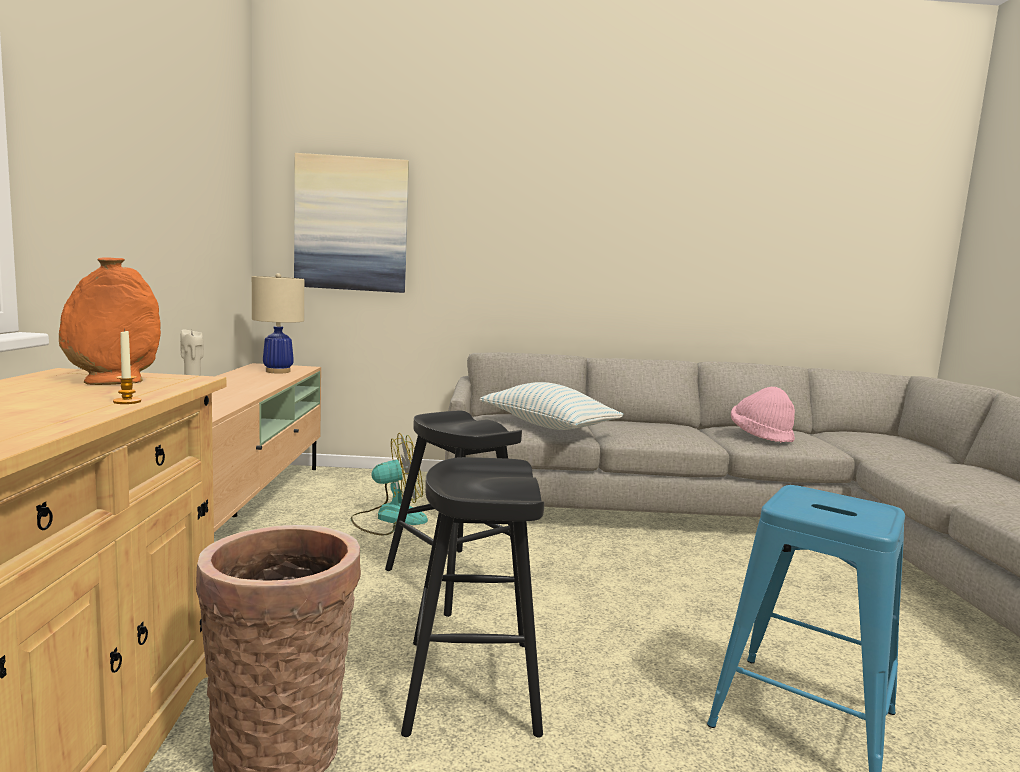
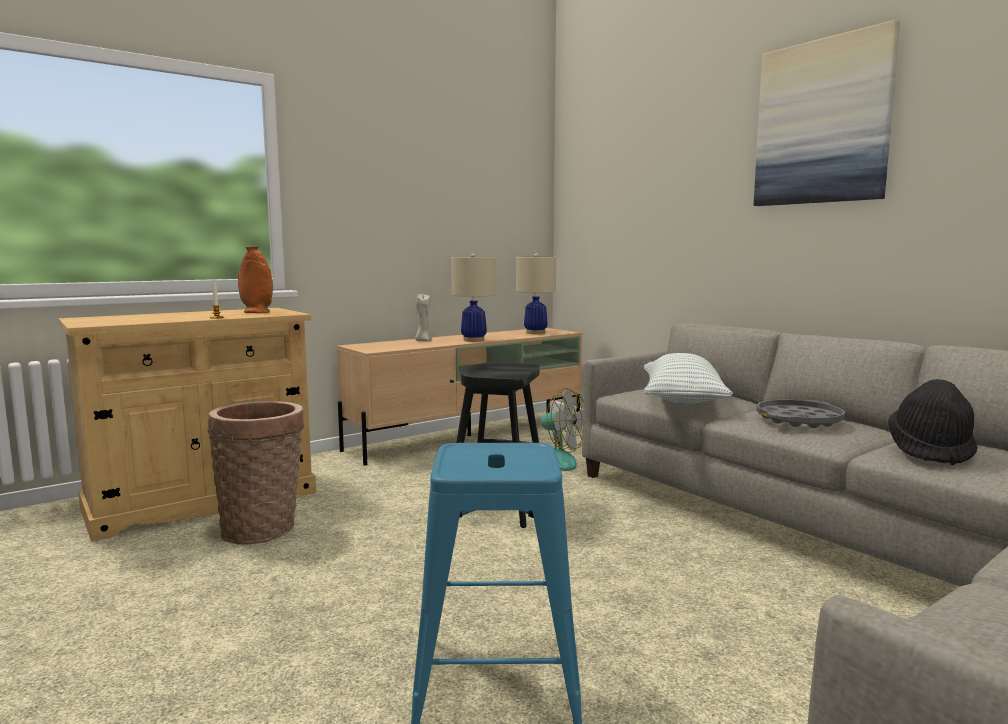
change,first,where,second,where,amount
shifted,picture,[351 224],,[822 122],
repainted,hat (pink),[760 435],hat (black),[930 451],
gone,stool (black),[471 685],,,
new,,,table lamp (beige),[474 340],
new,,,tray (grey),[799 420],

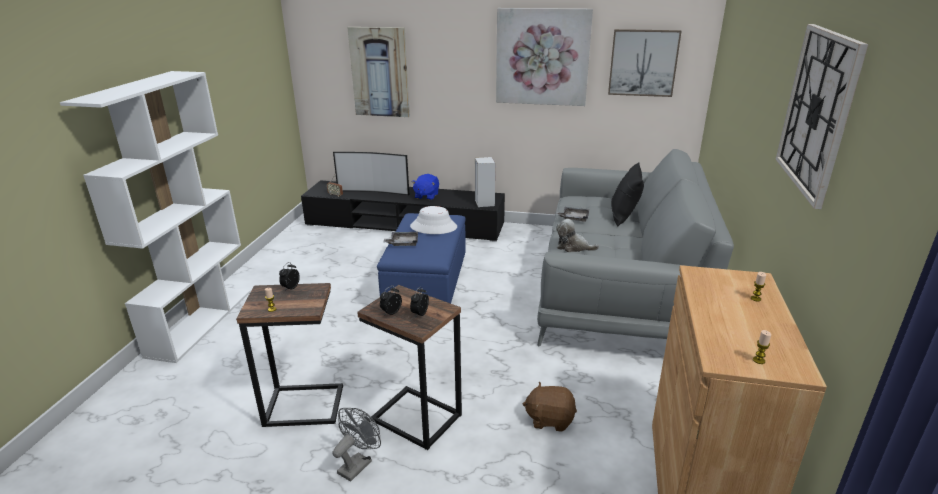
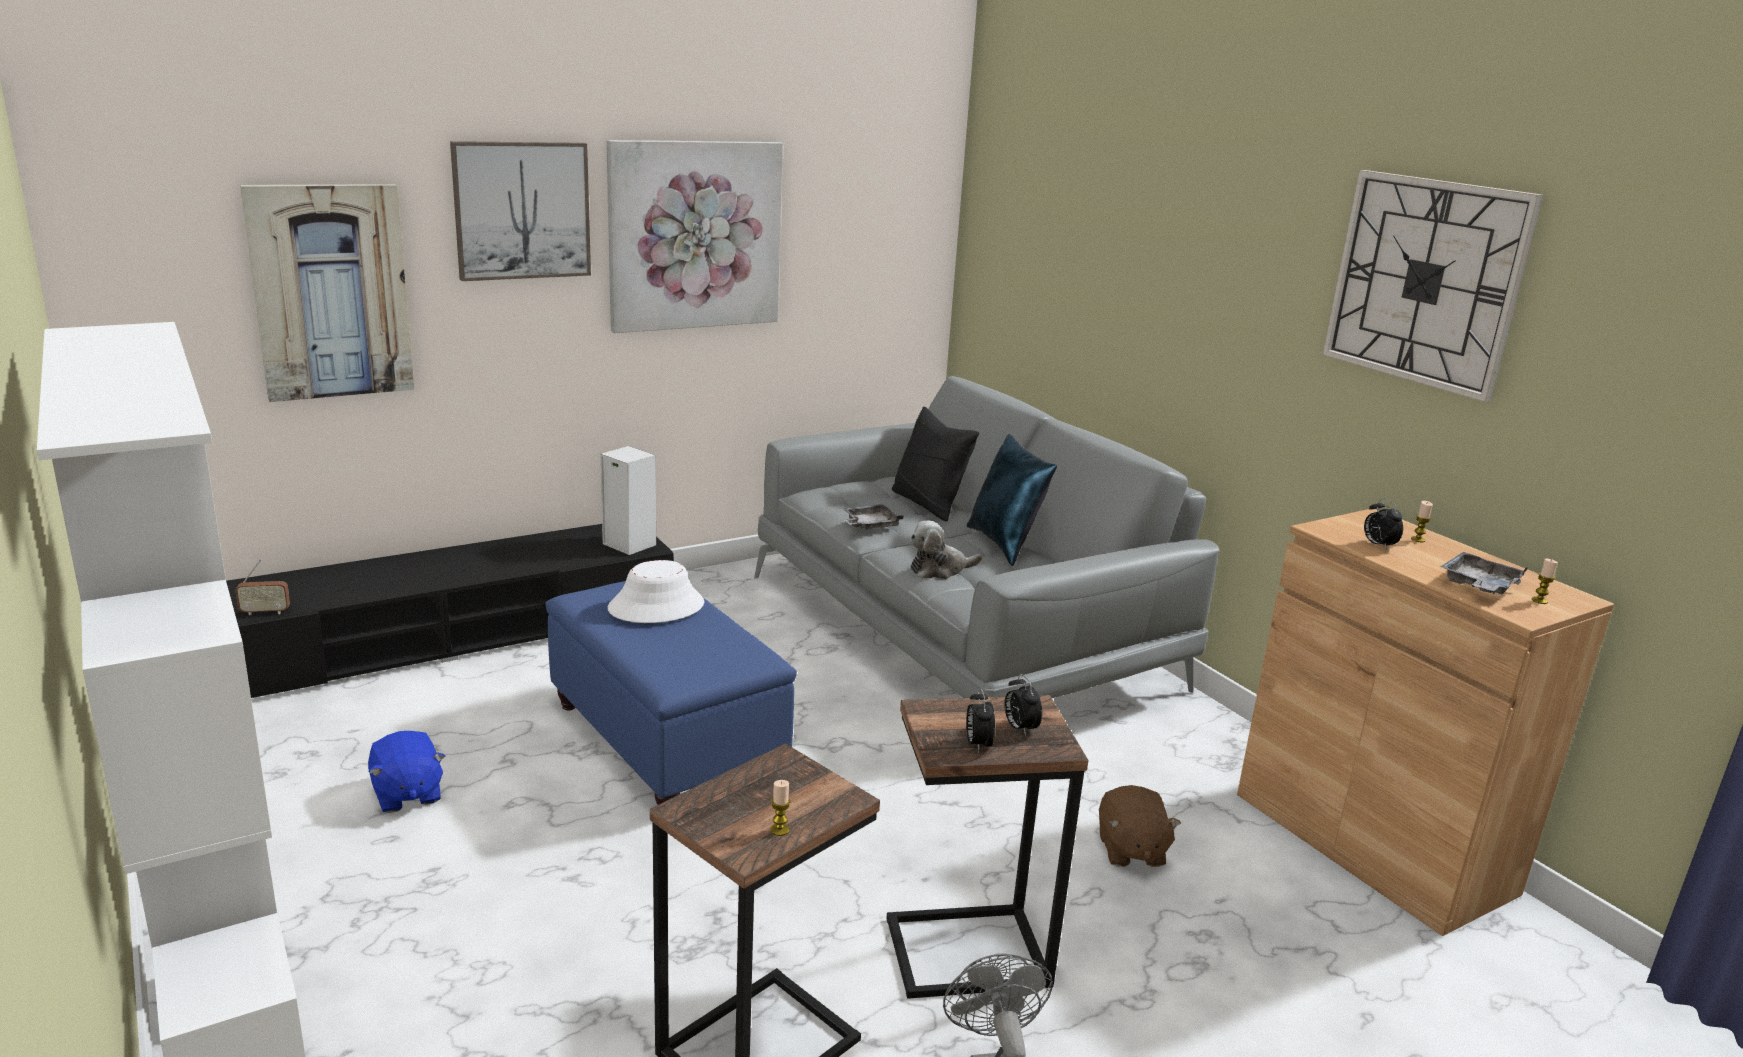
change,first,where,second,where,amount
shifted,picture,[643 63],,[522 210],
gone,television,[374 191],,,
shifted,plush toy (blue),[426 196],,[407 794],
shifted,tray (grey),[403 243],,[1479 586],
shifted,alarm clock,[290 288],,[1378 545],
rotated,plush toy (brown),[550 419],,[1130 850],60 degrees counterclockwise
new,,,pillow (blue),[1005 544],

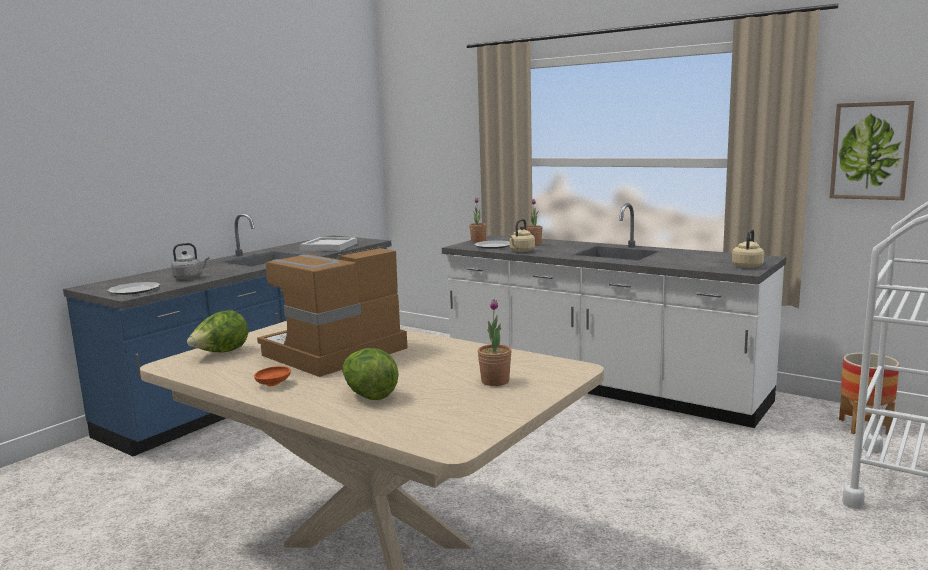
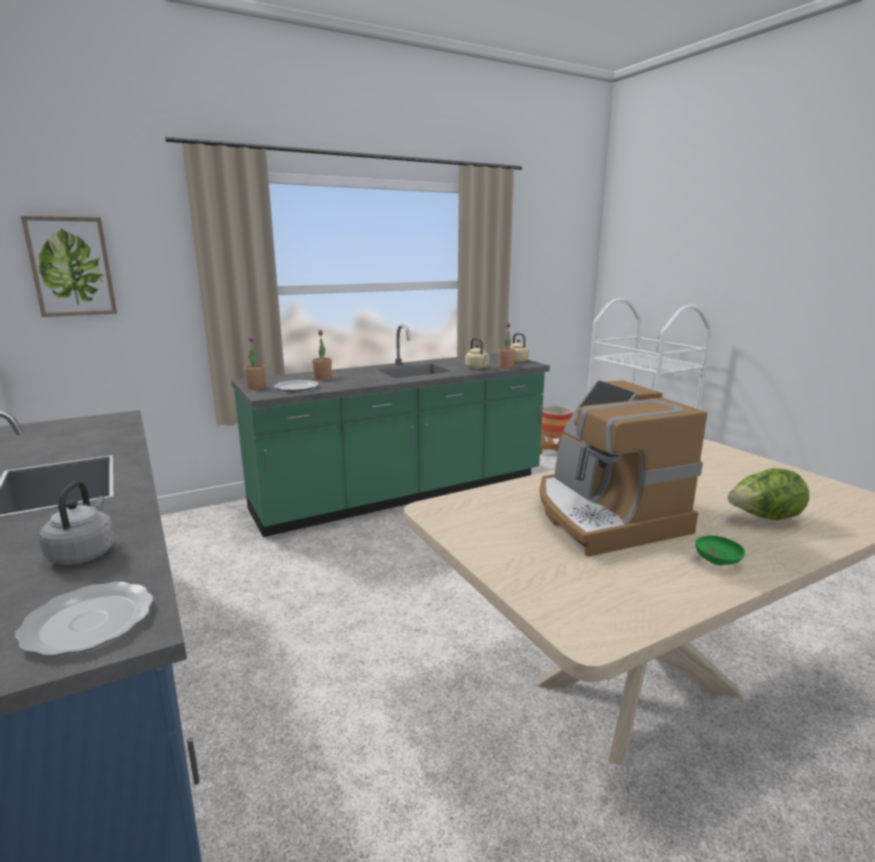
change,first,where,second,where,amount
shifted,picture,[870 151],,[71 267],
repainted,counter (white),[599 385],counter (green),[402 494],
shifted,kettle (beige),[521 251],,[477 368],
gone,tray (white),[330 246],,,
shifted,potted plant,[495 381],,[506 366],
gone,lettuce,[221 353],,,
repainted,bowl (orange),[273 384],bowl (green),[717 561],

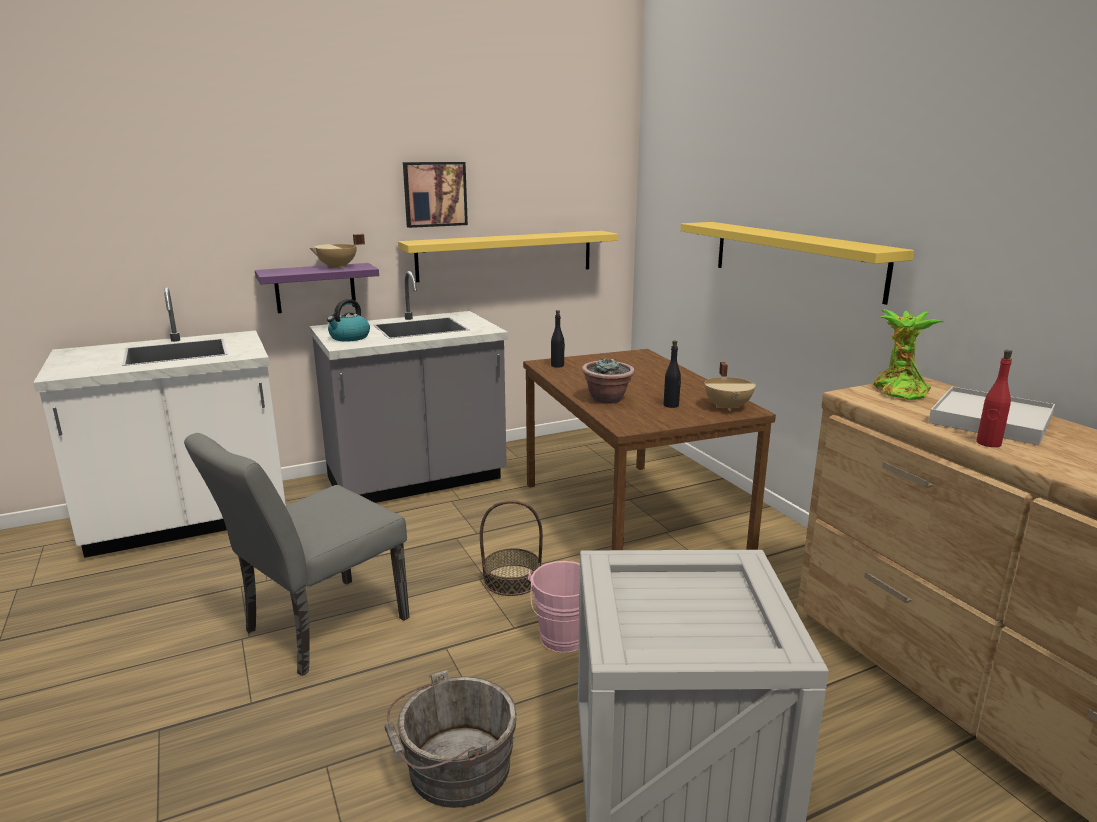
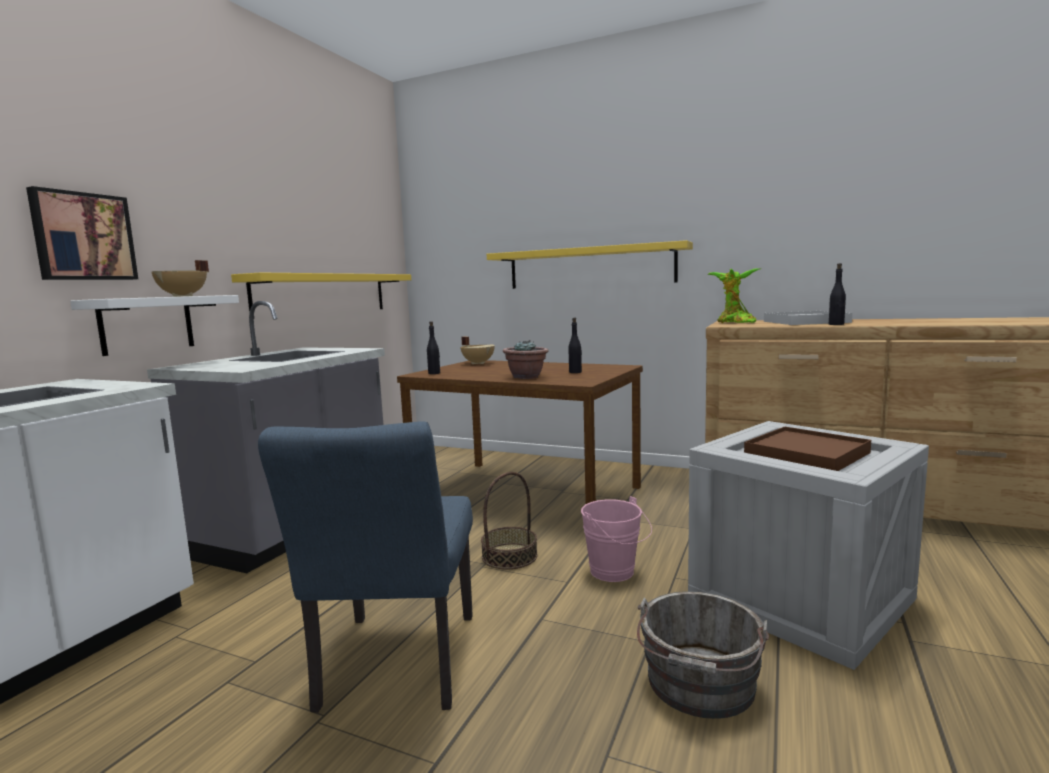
change,first,where,second,where,amount
shifted,picture,[434 194],,[83 237],
repainted,shelf (purple),[315 288],shelf (white),[147 324],
gone,kettle,[349 337],,,
repainted,bottle (red),[988 443],bottle (black),[836 324],
shifted,cooking pot (beige),[728 407],,[478 363],
repainted,chair (grey),[316 629],chair (blue),[395 669],
new,,,tray (brown),[806 454],

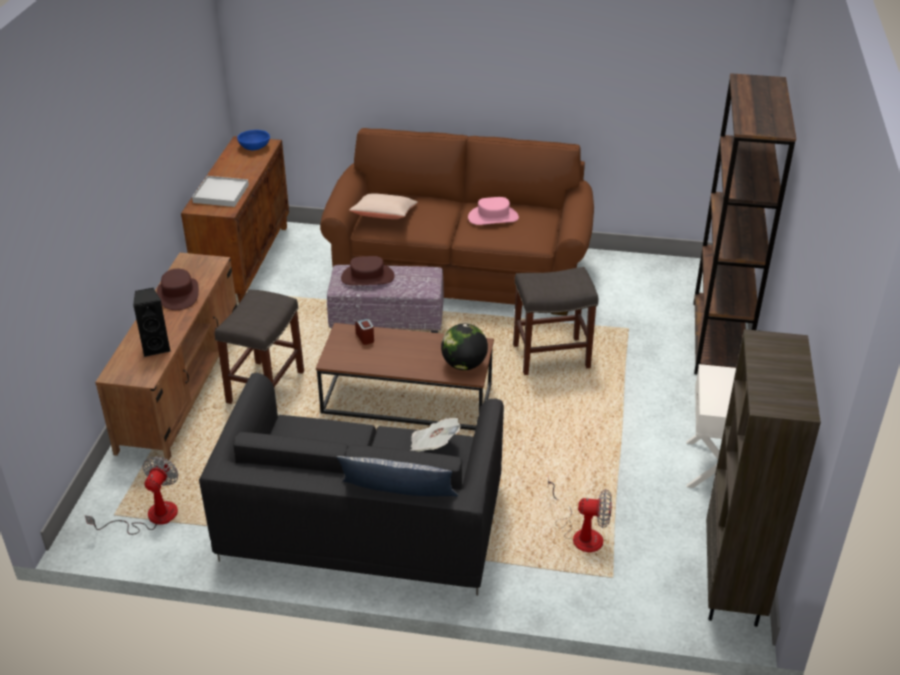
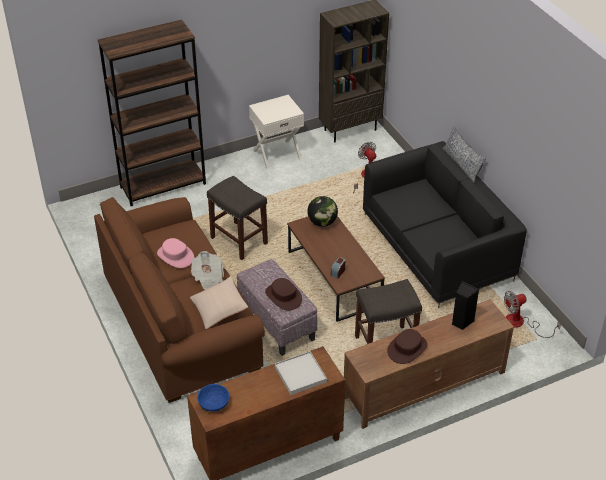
change,first,where,second,where,amount
shifted,newspaper,[433 445],,[208 277],

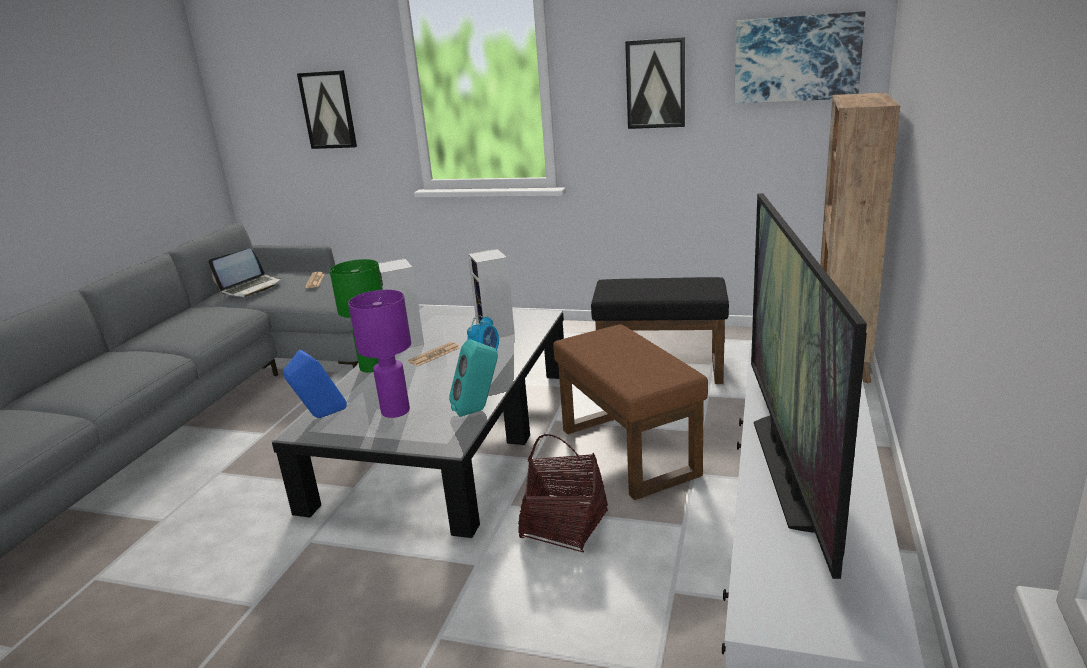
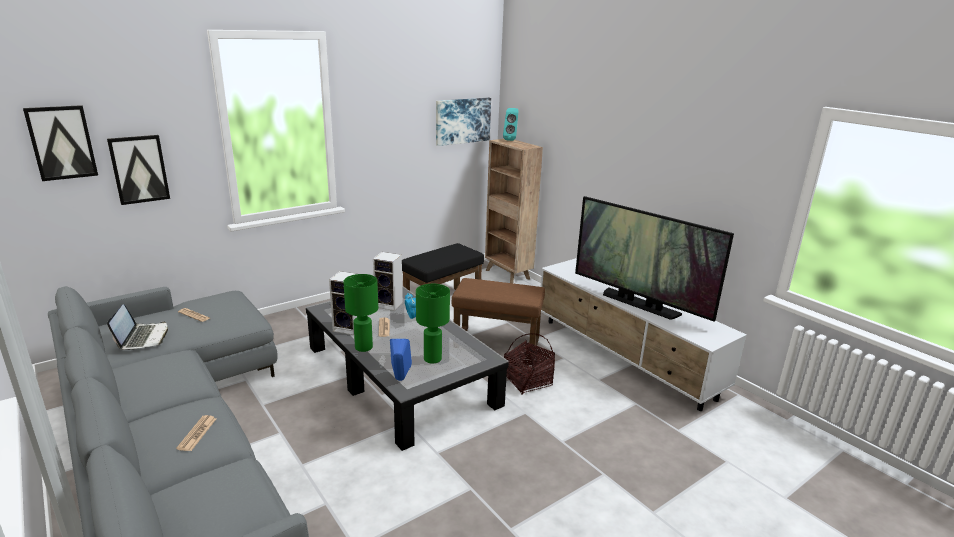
change,first,where,second,where,amount
shifted,picture,[656 84],,[62 142],
repainted,table lamp (purple),[395 411],table lamp (green),[432 359],
shifted,speaker (turquoise),[478 410],,[511 140],
new,,,newspaper,[197 433],

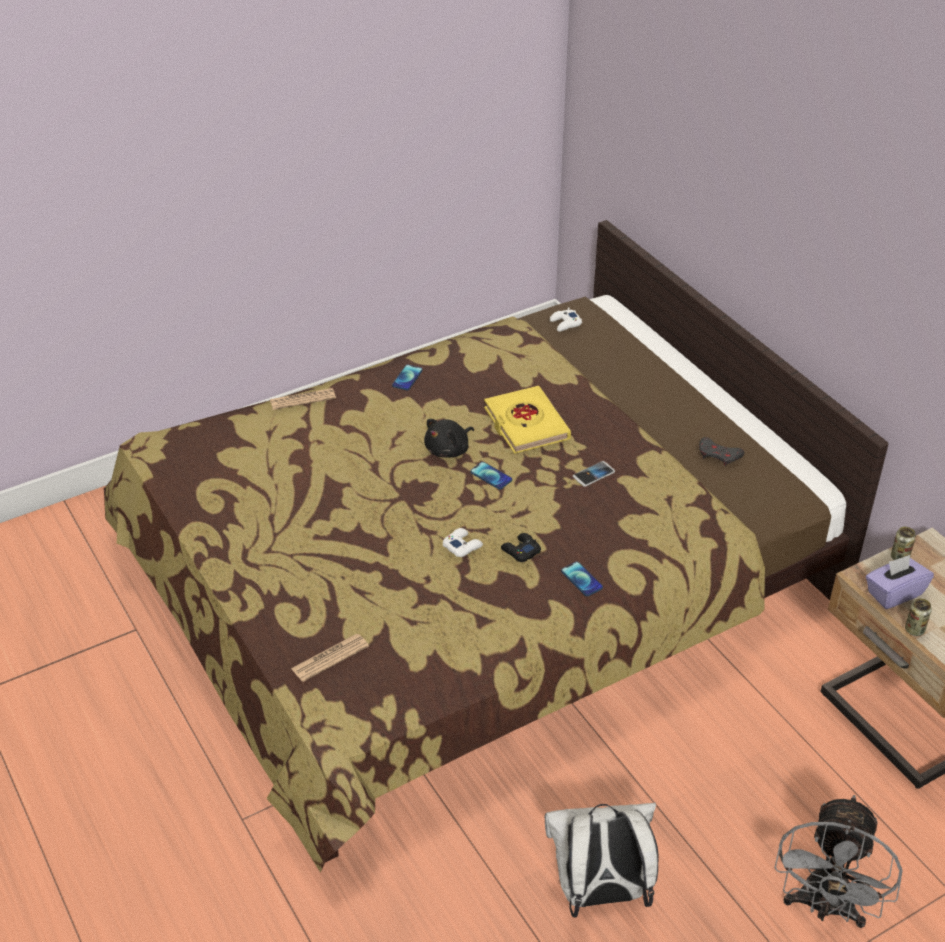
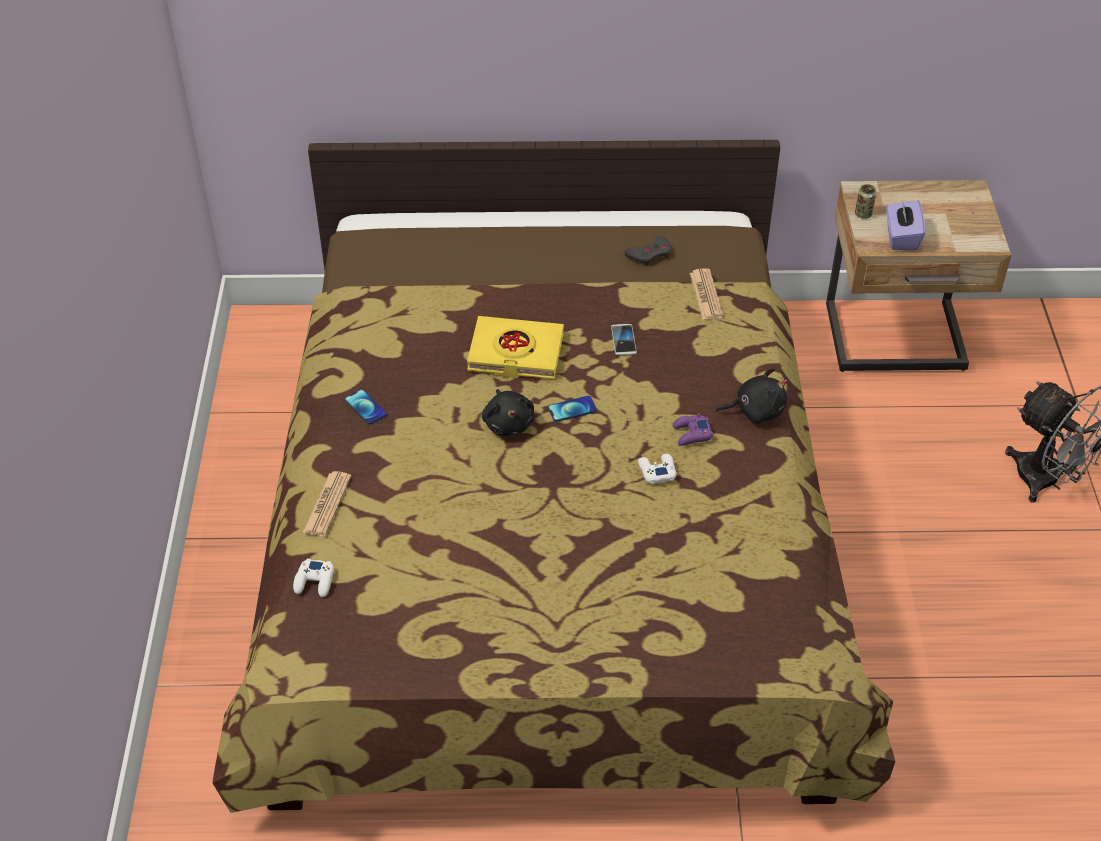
change,first,where,second,where,amount
shifted,game controller (white),[565 324],,[315 581],
repainted,game controller (black),[520 551],game controller (purple),[691 434],
swapped,phone,[581 579],plush toy (black),[755 410],
gone,can,[914 629],,,
shifted,newspaper,[330 658],,[706 295],
gone,backpack (white),[599 894],,,

